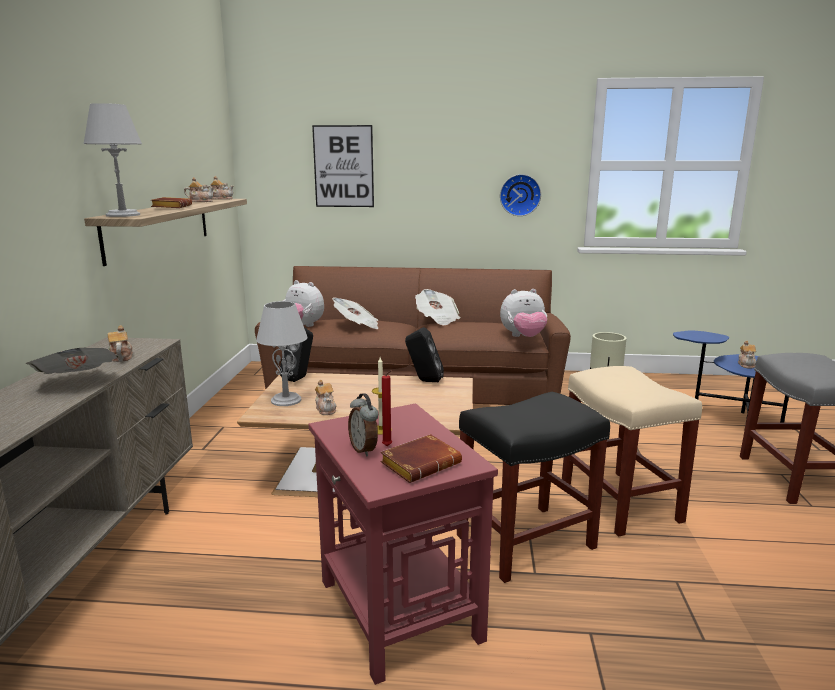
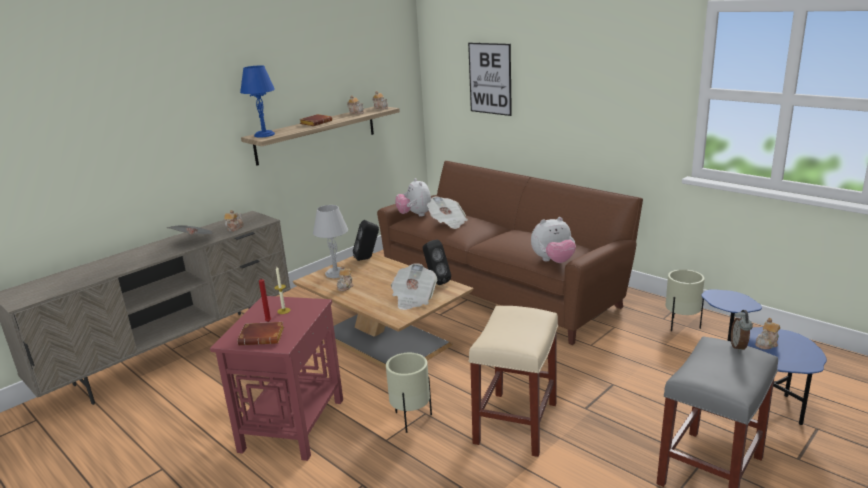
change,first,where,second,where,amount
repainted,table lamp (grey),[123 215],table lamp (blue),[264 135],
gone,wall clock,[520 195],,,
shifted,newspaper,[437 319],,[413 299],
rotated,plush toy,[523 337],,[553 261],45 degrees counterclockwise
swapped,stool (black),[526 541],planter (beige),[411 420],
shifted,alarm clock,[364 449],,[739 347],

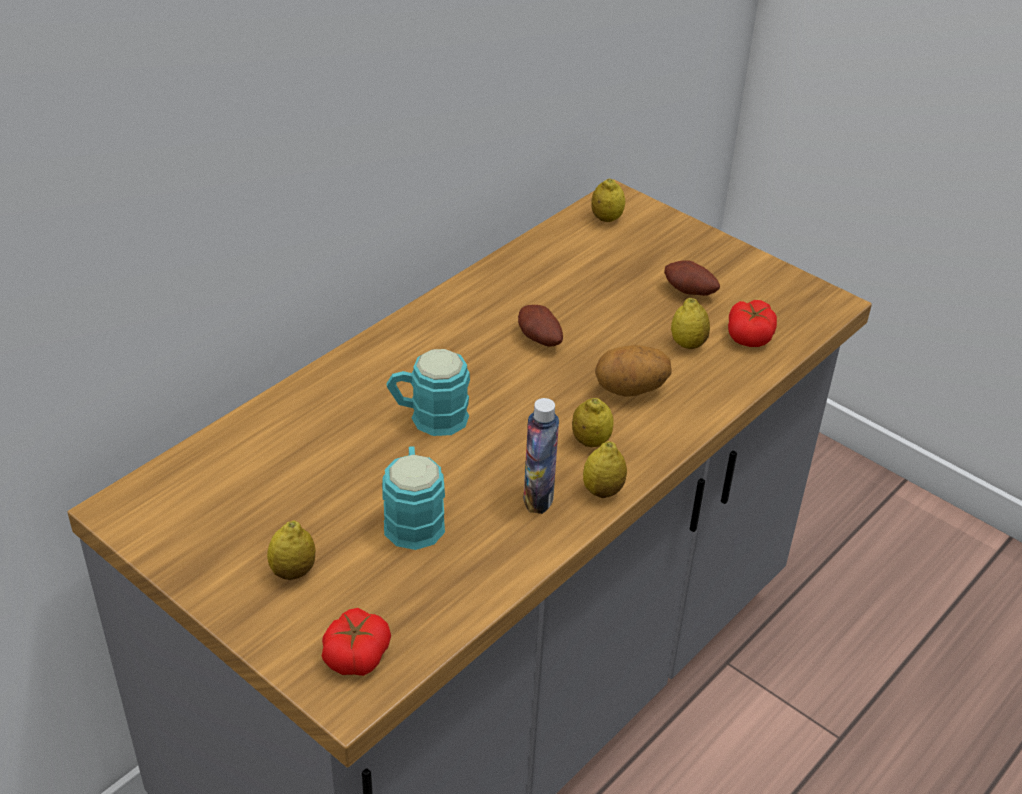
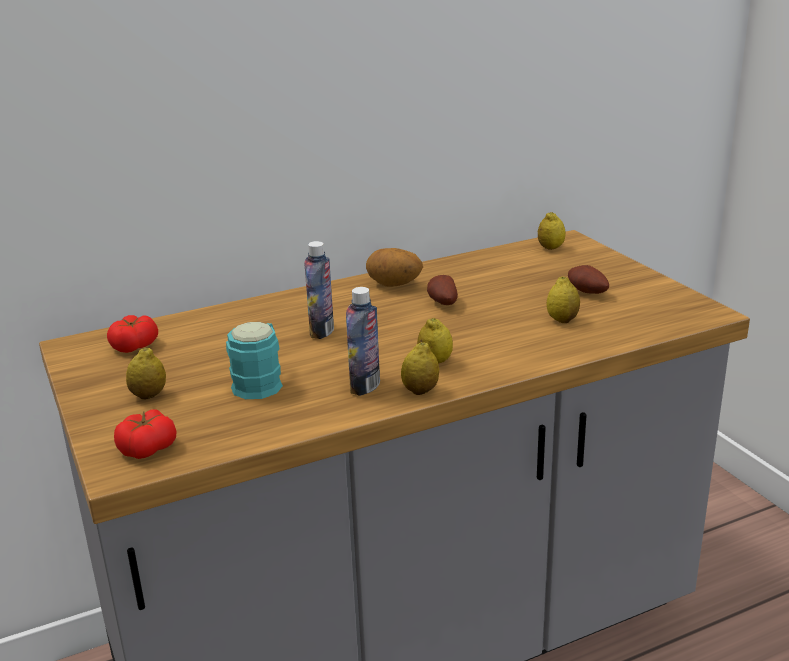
change,first,where,second,where,amount
shifted,tomato,[750 335],,[135 346],
shifted,potato,[630 391],,[394 285],
swapped,mug (turquoise),[428 417],bottle,[322 331],

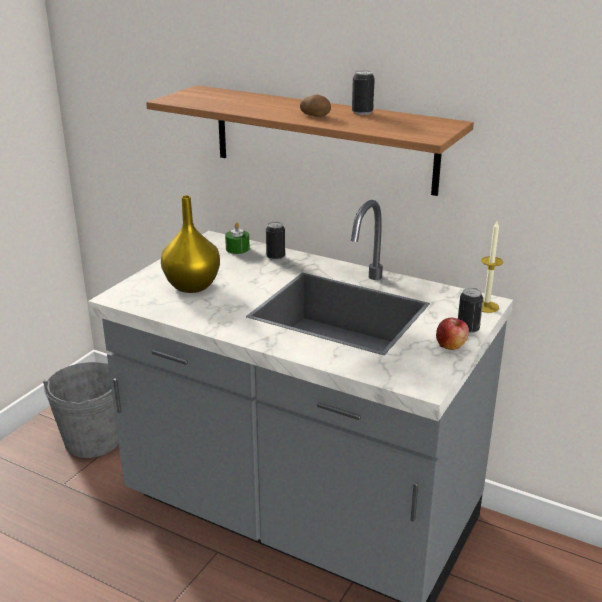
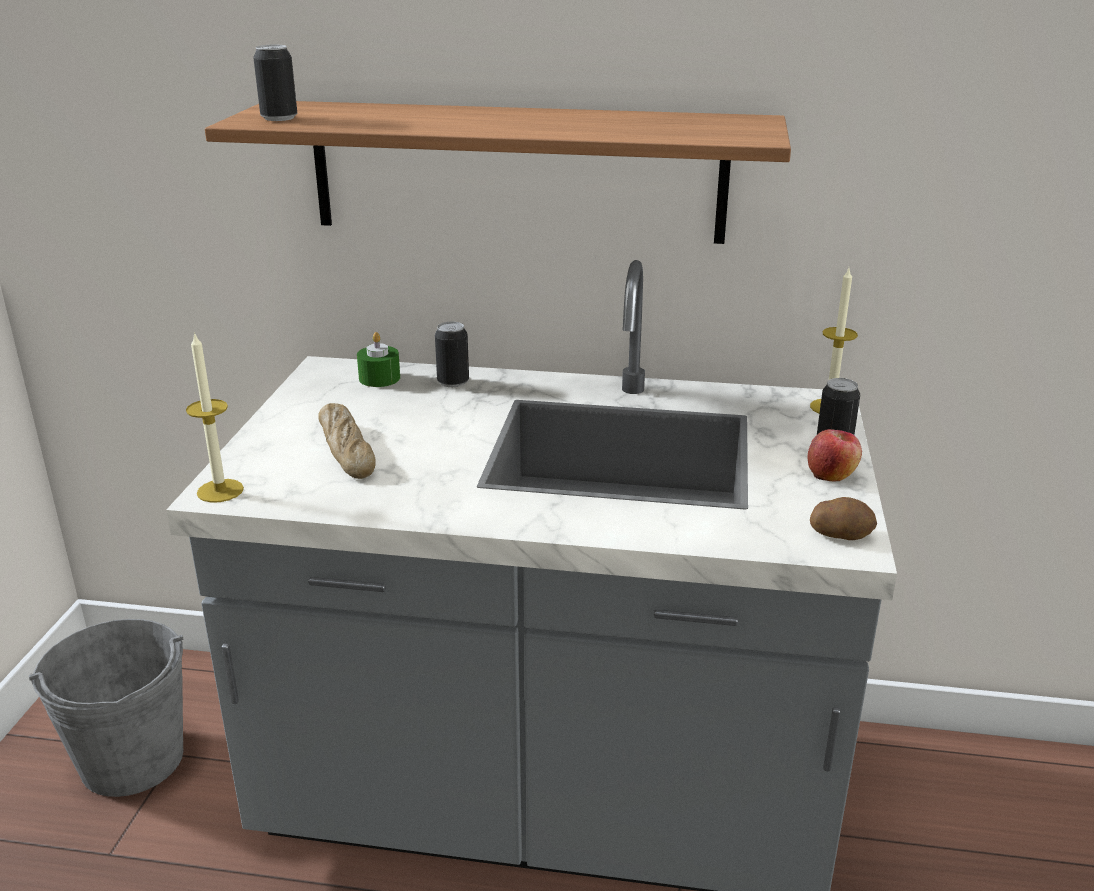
change,first,where,second,where,amount
shifted,can,[362 112],,[279 118],
shifted,potato,[316 115],,[840 534],
swapped,vase (yellow),[193 285],bread,[347 450],
new,,,candle,[220 491],

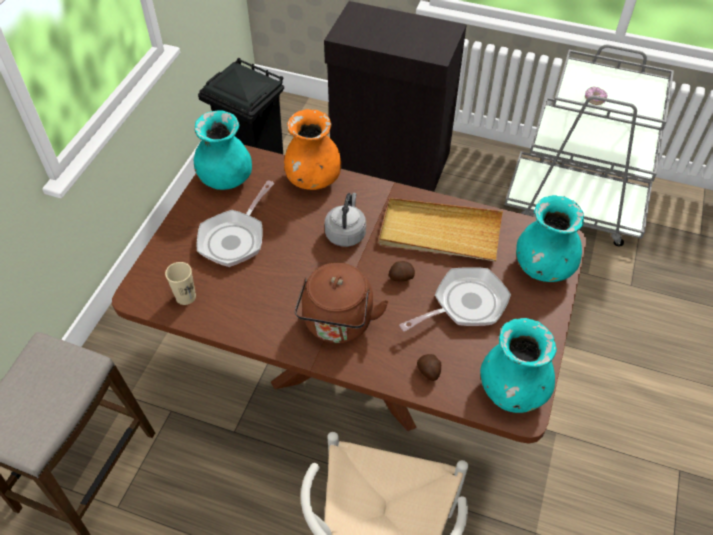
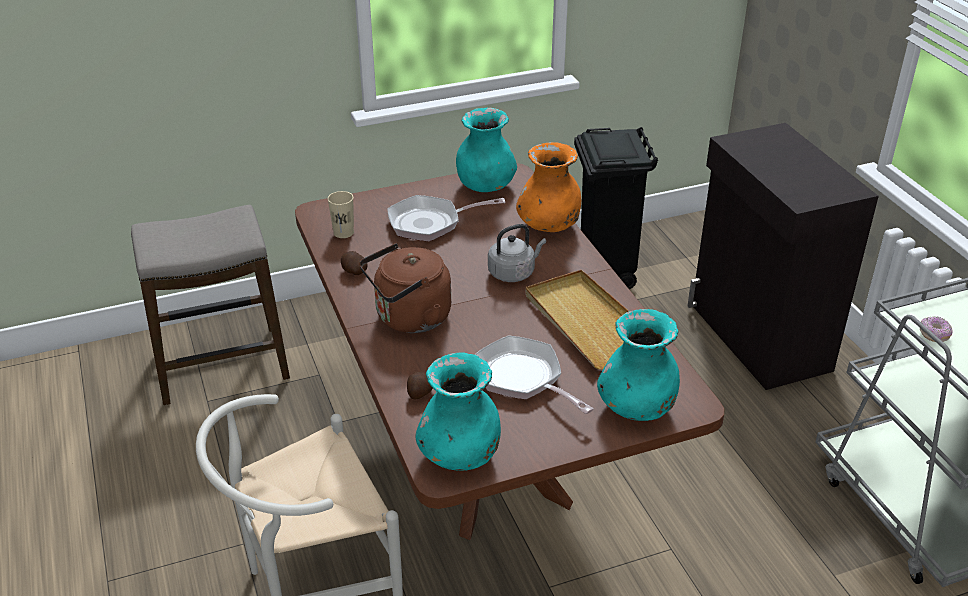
change,first,where,second,where,amount
shifted,potato,[401 277],,[353 272],
rotated,frying pan,[465 304],,[523 378],150 degrees counterclockwise

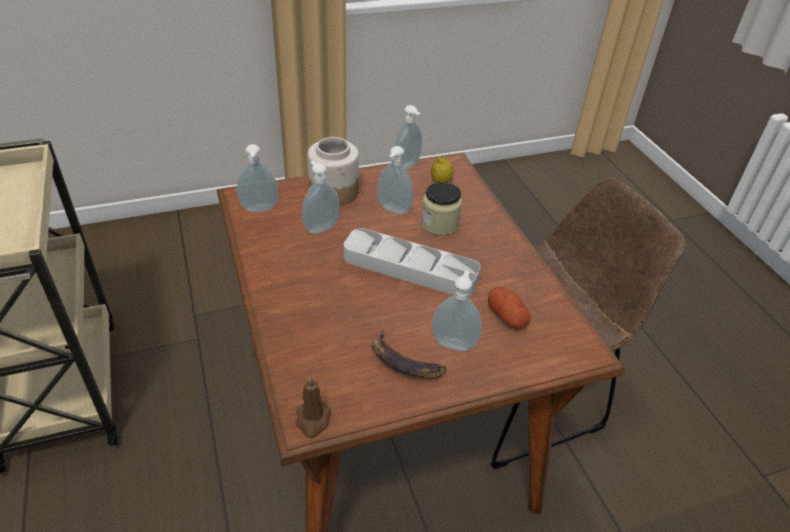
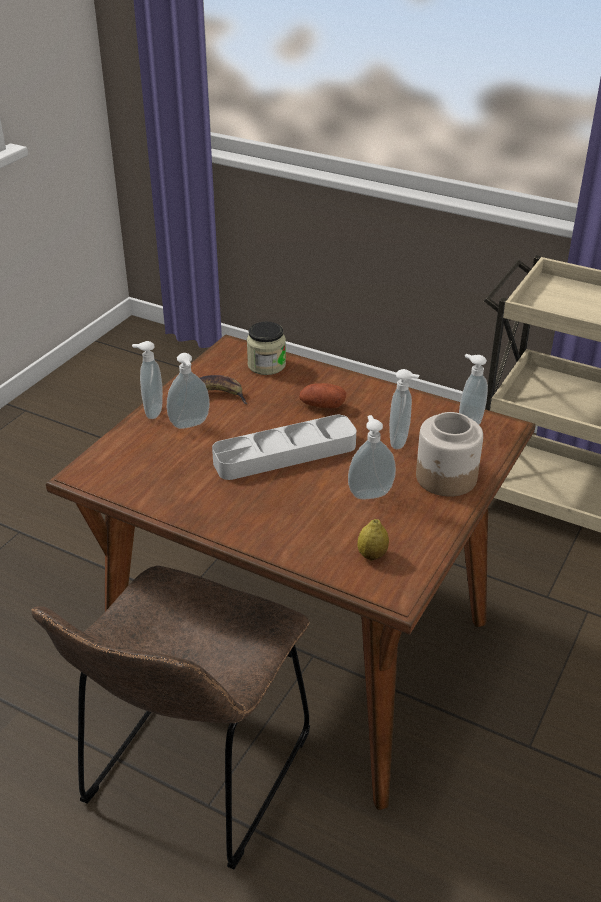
change,first,where,second,where,amount
shifted,soap dispenser,[408 166],,[152 411],
shifted,jar,[439 224],,[266 365],
shifted,potato,[507 316],,[322 405],
gone,candle (brown),[313 420],,,

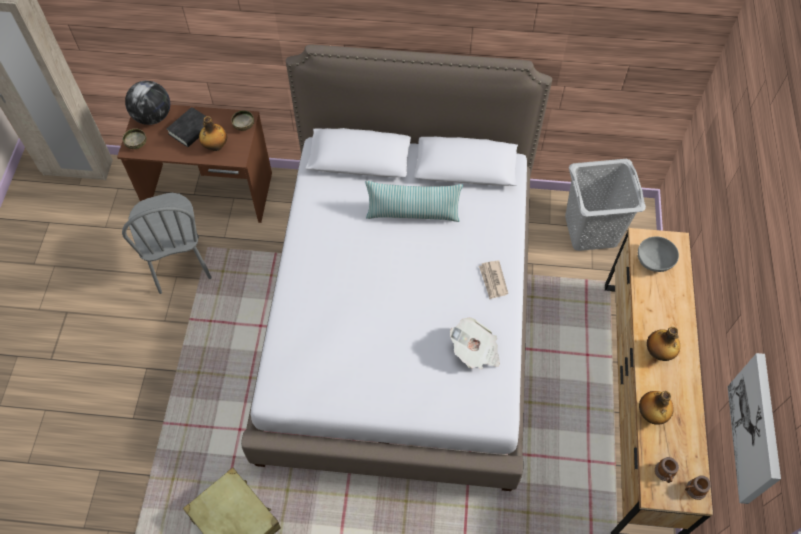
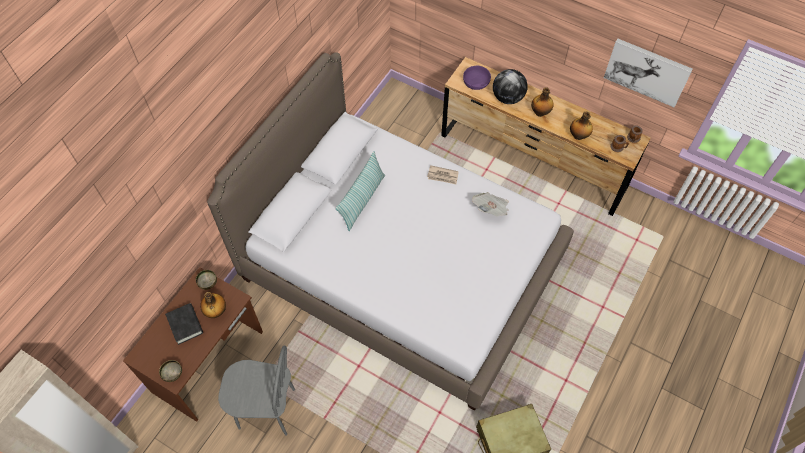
change,first,where,second,where,amount
shifted,globe,[153 117],,[508 98],
gone,laundry basket (grey),[591 231],,,
repainted,bowl (grey),[654 261],bowl (purple),[476 83],

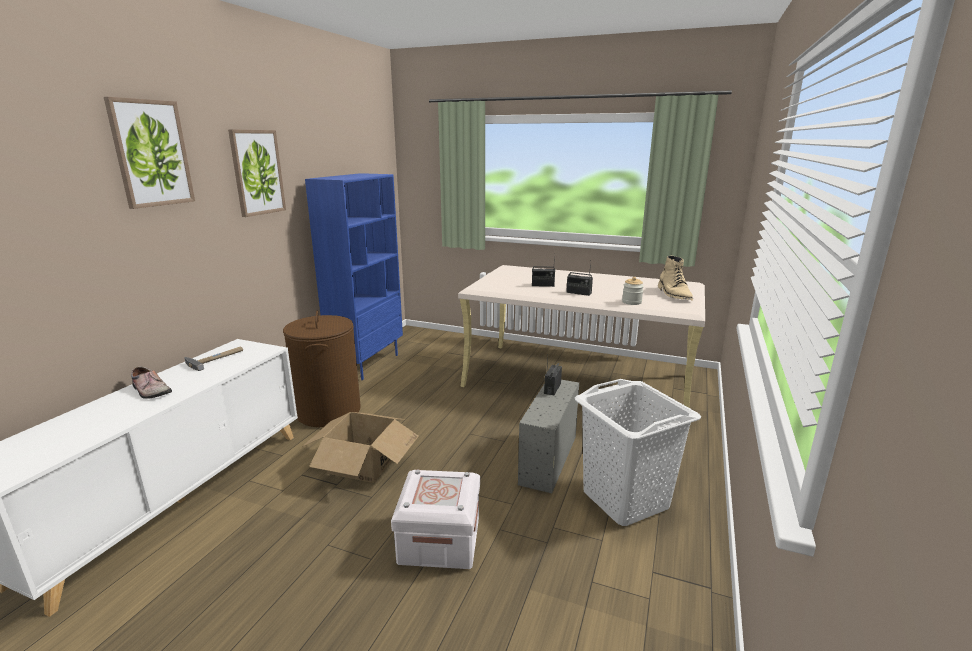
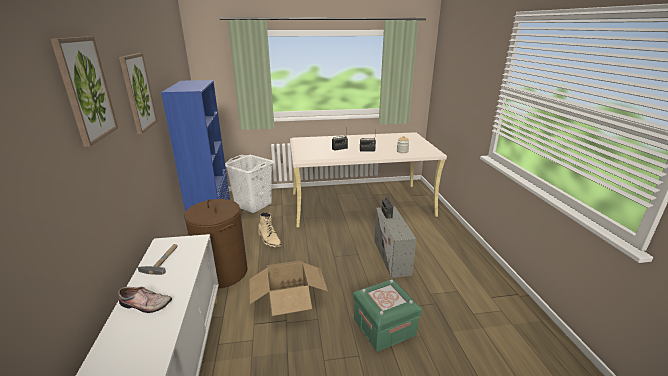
change,first,where,second,where,amount
shifted,boot (beige),[674 294],,[269 239],
shifted,laundry basket (white),[625 498],,[253 204],
repainted,storage box (white),[439 540],storage box (green),[384 326],

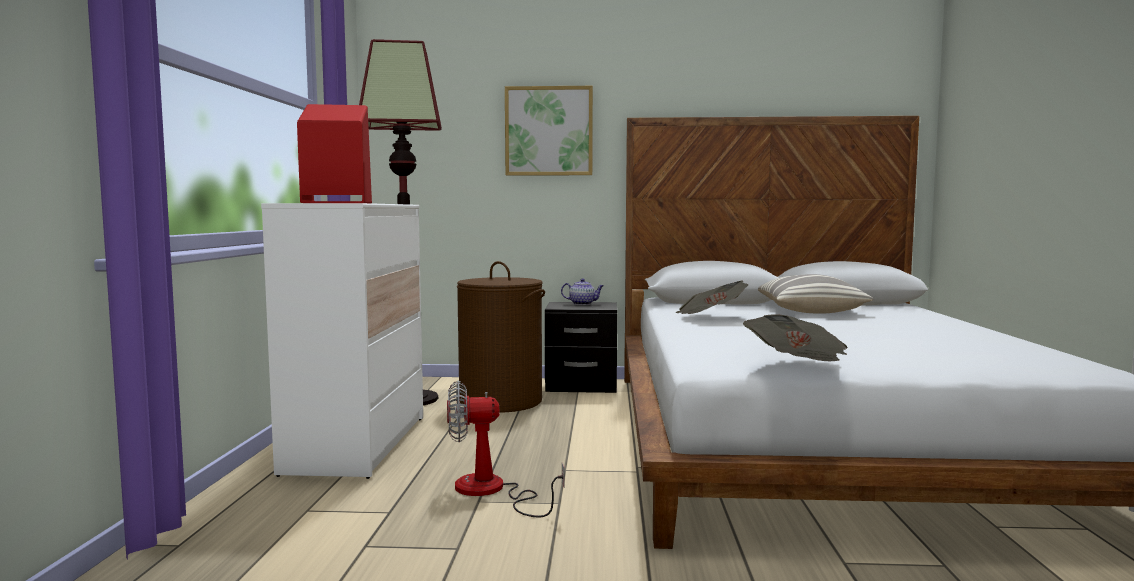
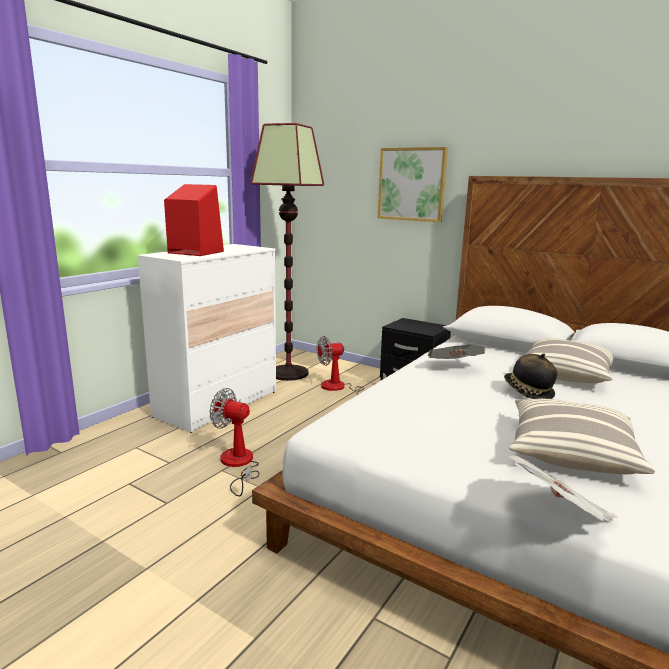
change,first,where,second,where,amount
swapped,laundry basket (brown),[501 401],fan,[340 388],
gone,teapot,[583 304],,,
shifted,newspaper,[797 367],,[560 514],
new,,,hat,[527 392],
new,,,pillow,[570 452],

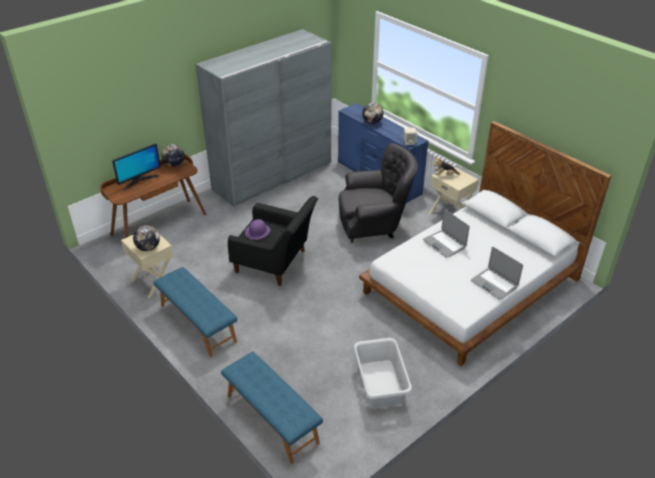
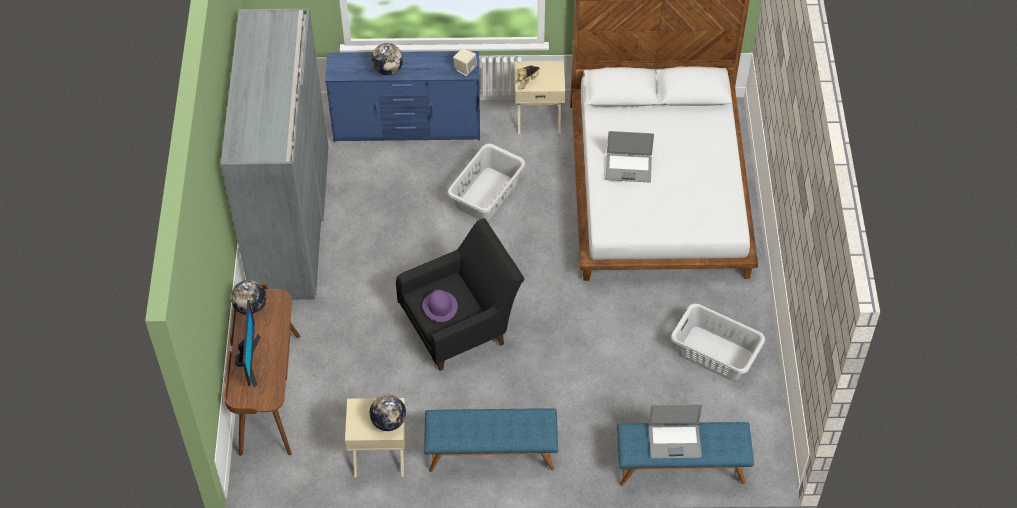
change,first,where,second,where,amount
swapped,armchair (grey),[374 225],laundry basket (grey),[487 194],
shifted,laptop,[494 284],,[674 441],

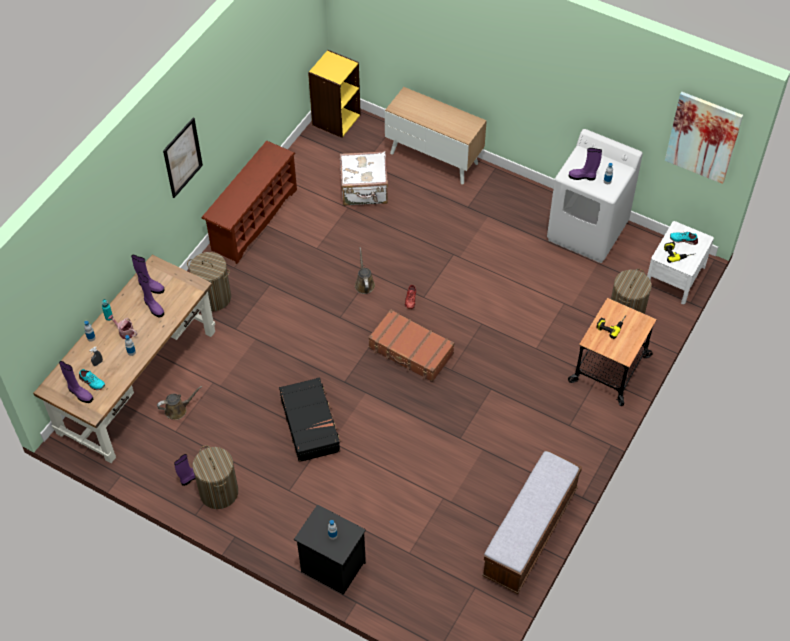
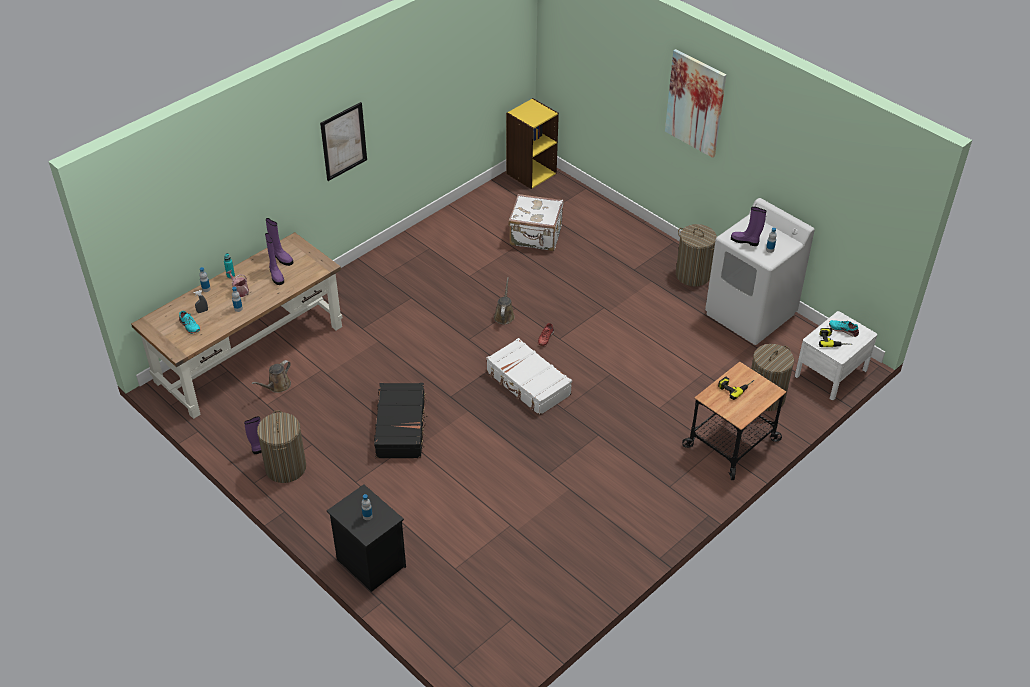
change,first,where,second,where,amount
gone,cabinet,[434 158],,,
shifted,picture,[703 137],,[695 103],
gone,shoe rack (brown),[253 219],,,
shifted,laundry basket,[213 297],,[693 275],
repainted,suitcase (brown),[411 351],suitcase (white),[528 384],
gone,boot (purple),[79 394],,,
rotated,watering can (brown),[178 410],,[277 386],135 degrees clockwise
gone,bench,[530 533],,,

